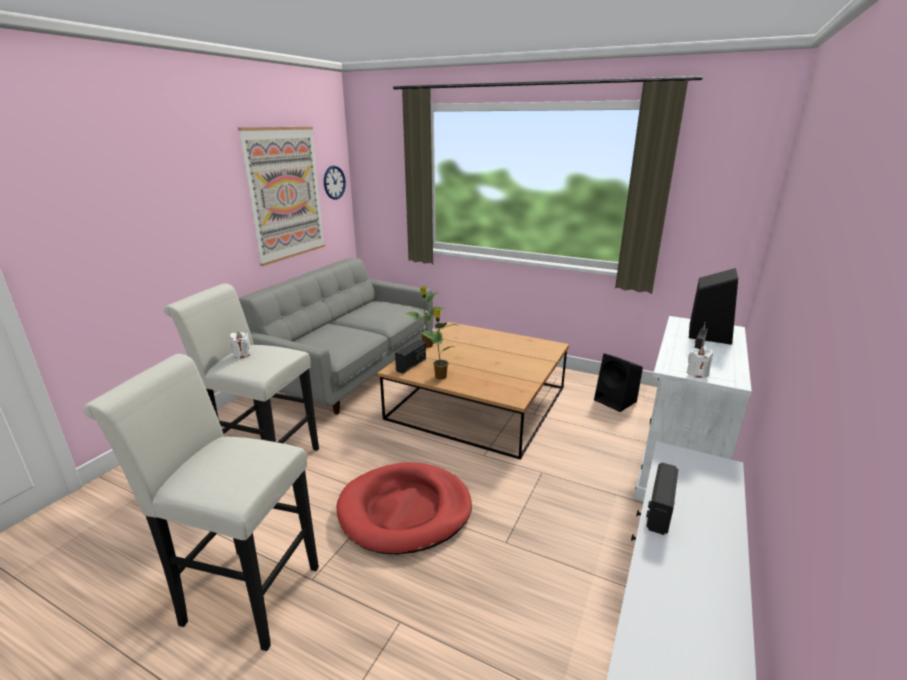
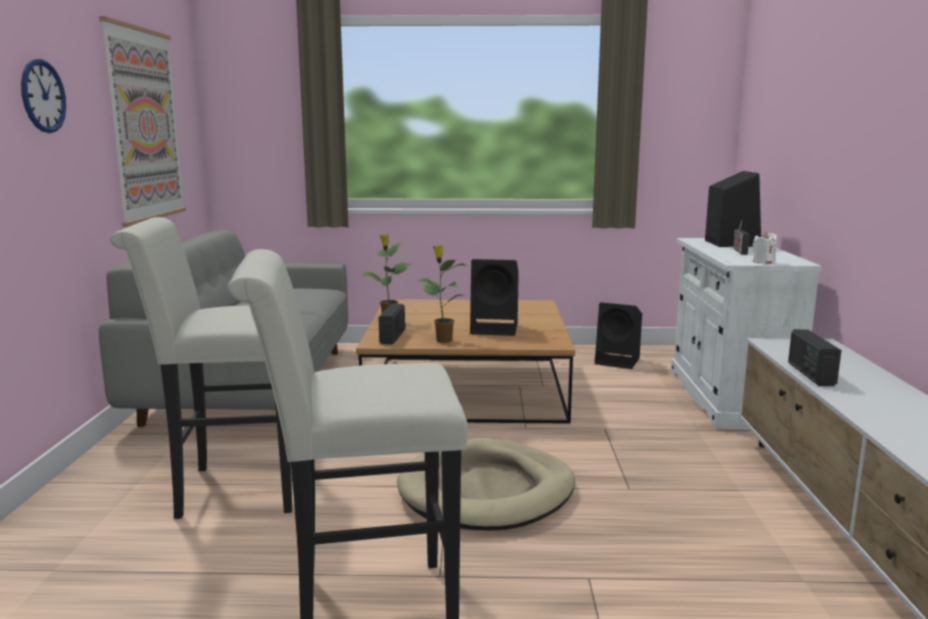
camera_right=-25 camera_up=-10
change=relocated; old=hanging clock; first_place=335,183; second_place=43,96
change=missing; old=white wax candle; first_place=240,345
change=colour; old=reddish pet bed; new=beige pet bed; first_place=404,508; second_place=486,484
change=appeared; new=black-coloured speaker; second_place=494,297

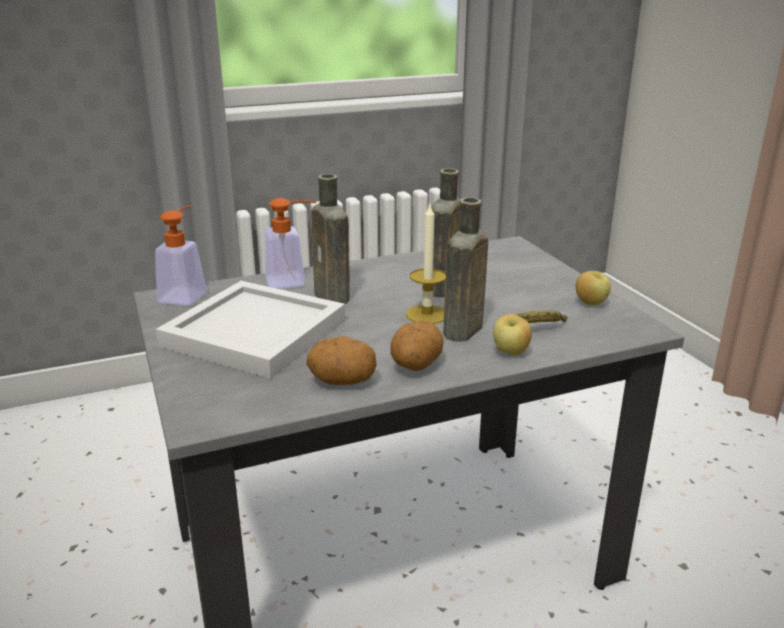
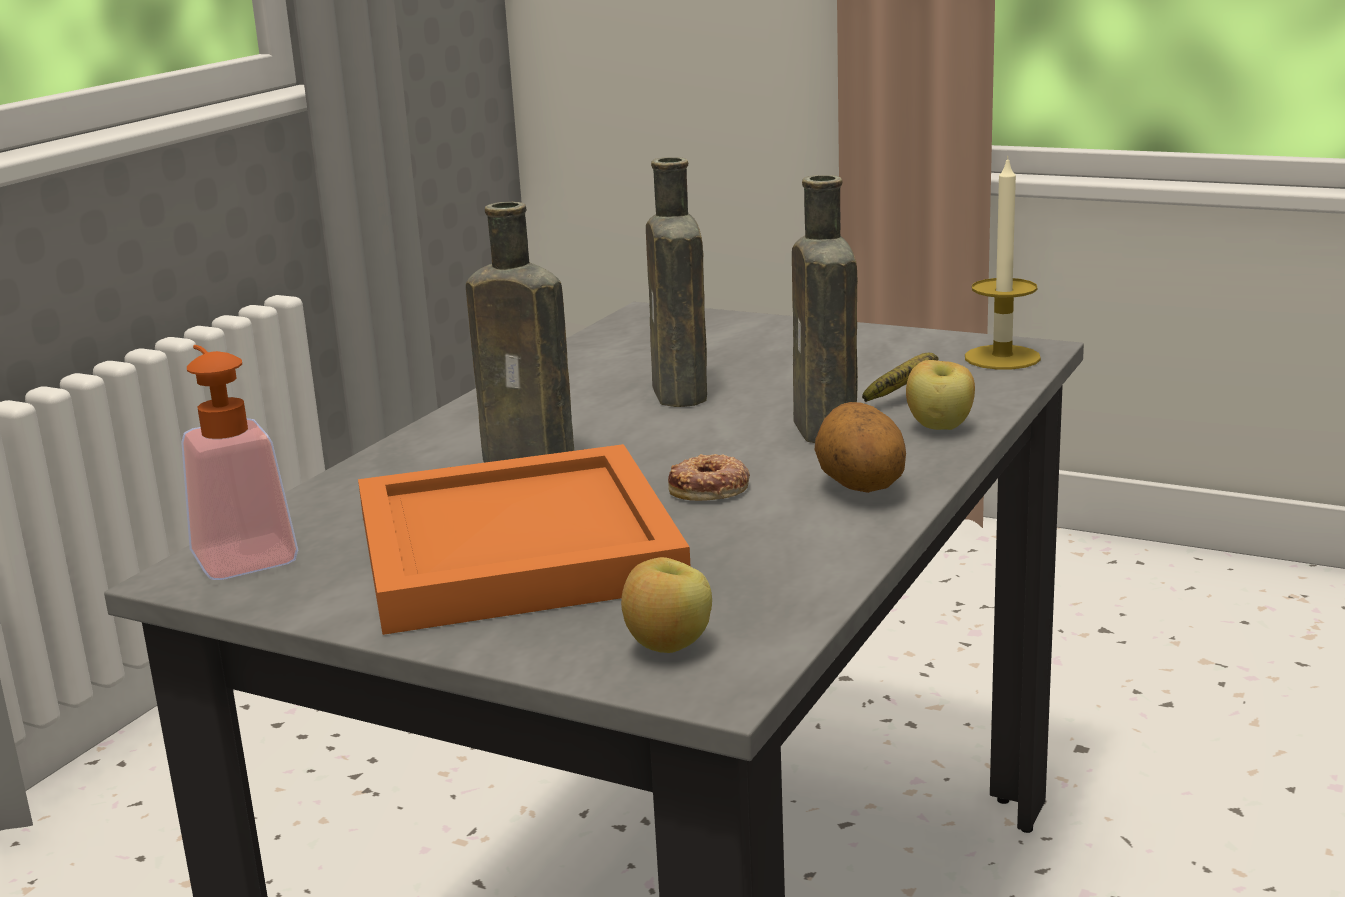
camera_right=-40 camera_up=-5
change=missing; old=soap dispenser; first_place=291,243
change=relocated; old=wax candle; first_place=426,264; second_place=1003,262
change=relocated; old=apple; first_place=593,288; second_place=666,605
change=colour; old=white carrying tray; new=orange carrying tray; first_place=251,330; second_place=524,539
change=missing; old=whole potato; first_place=341,360
change=appeared; new=doughnut; second_place=709,477

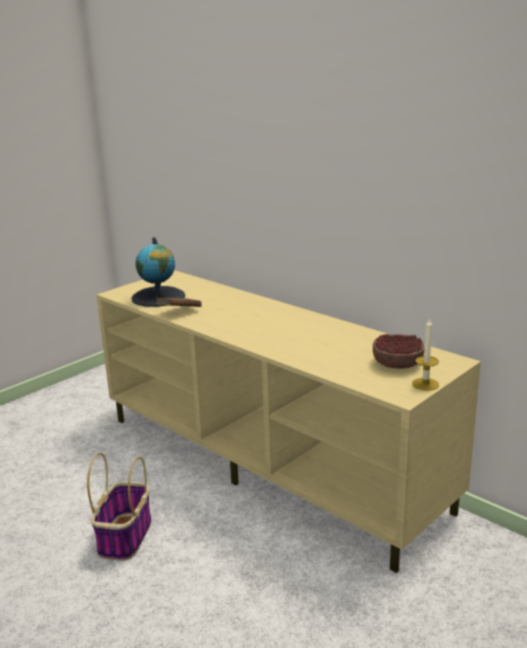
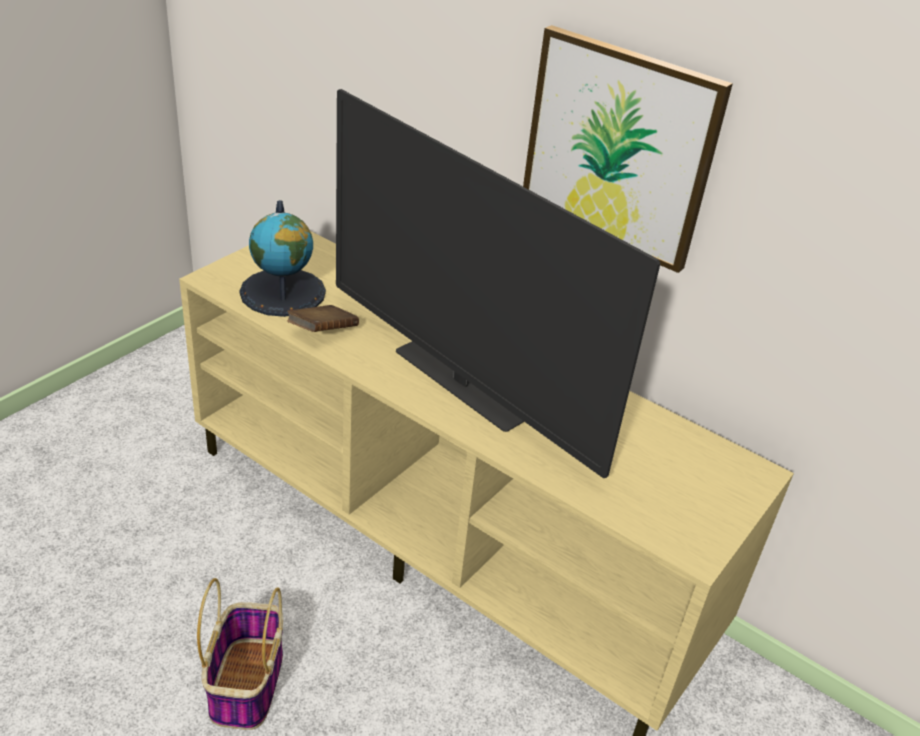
camera_right=-10 camera_up=15
change=missing; old=wax candle; first_place=425,354
change=missing; old=deep dish; first_place=399,351
change=appeared; new=picture; second_place=628,149
change=appeared; new=TV; second_place=498,283

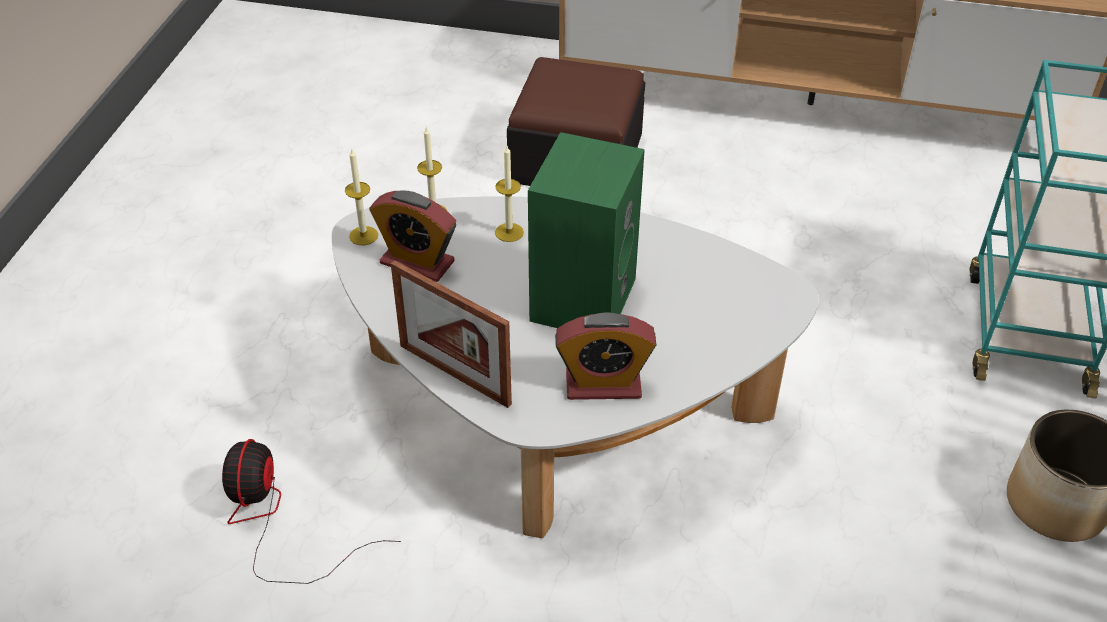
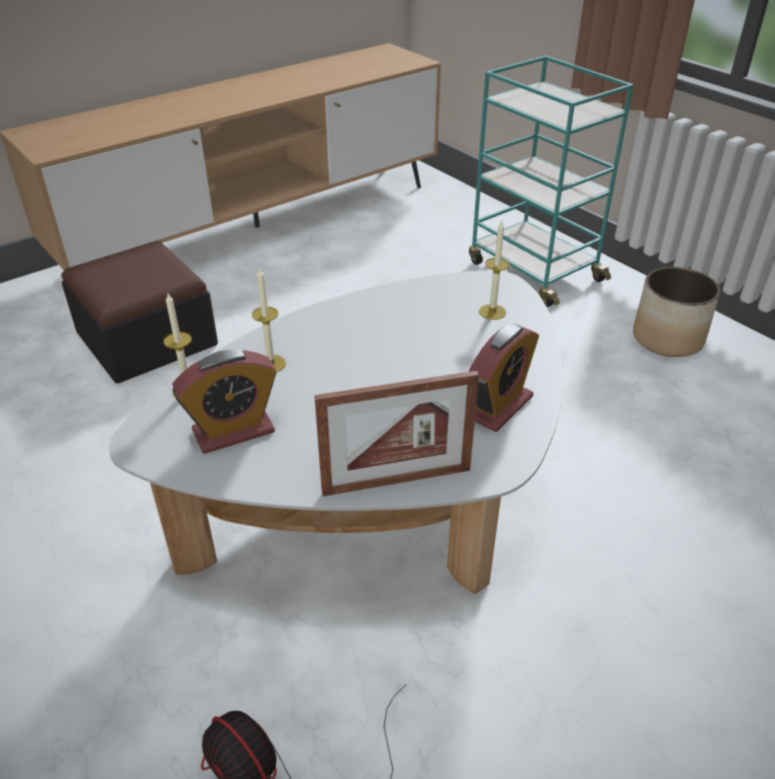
camera_right=-50 camera_up=-5
change=missing; old=green-coloured speaker; first_place=586,230
change=relocated; old=wax candle; first_place=361,197; second_place=494,270

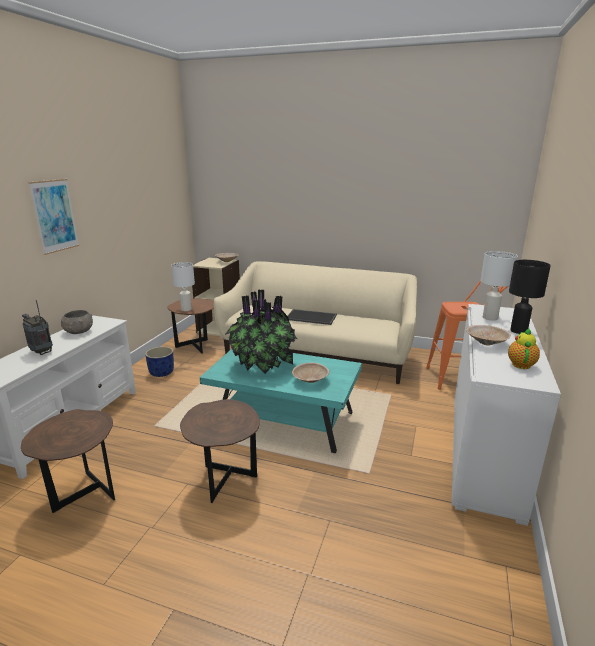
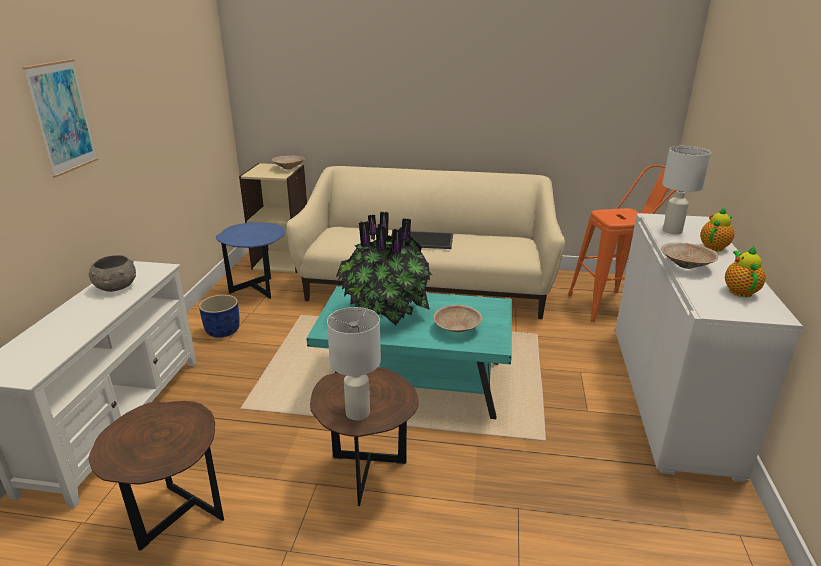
camera_right=-10 camera_up=5
change=exchanged; old=black-coloured table lamp; new=pot for tea; first_place=530,297; second_place=717,229
change=relocated; old=white table lamp; first_place=183,286; second_place=354,364
change=colour; old=brownish side table; new=bluish side table; first_place=190,326; second_place=250,261
change=missing; old=radio set; first_place=37,327

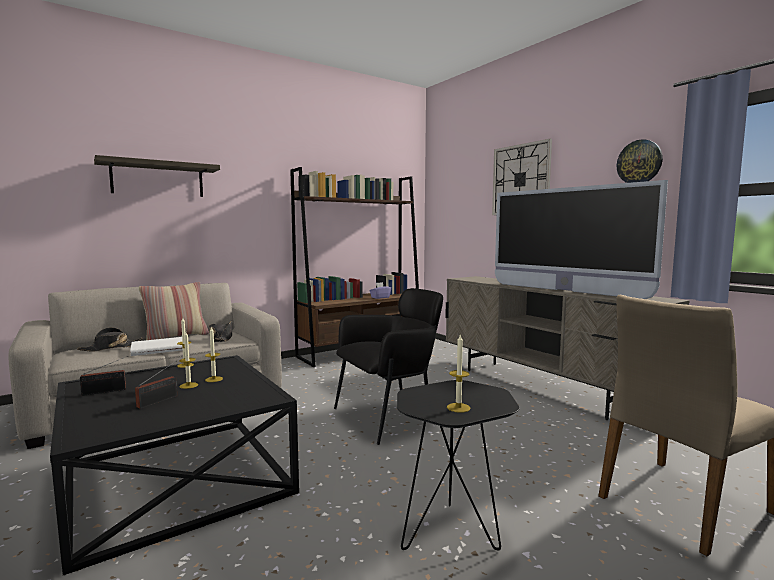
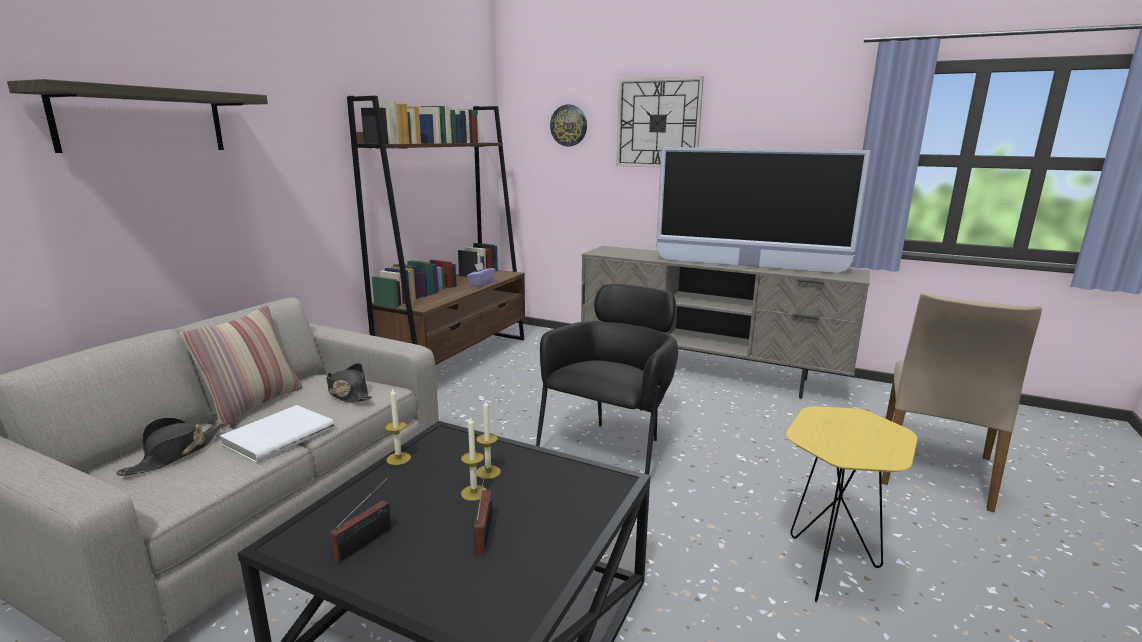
camera_right=-30 camera_up=10
change=relocated; old=hanging clock; first_place=640,161; second_place=568,125
change=missing; old=wax candle; first_place=458,374
change=colour; old=black-coloured side table; new=yellow side table; first_place=458,465; second_place=852,504

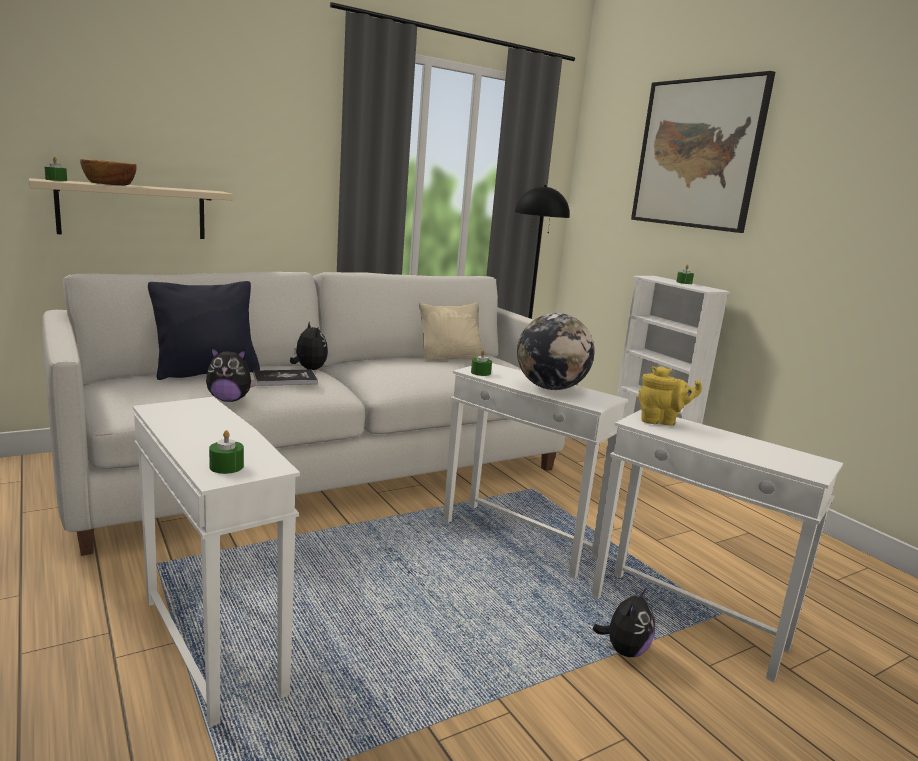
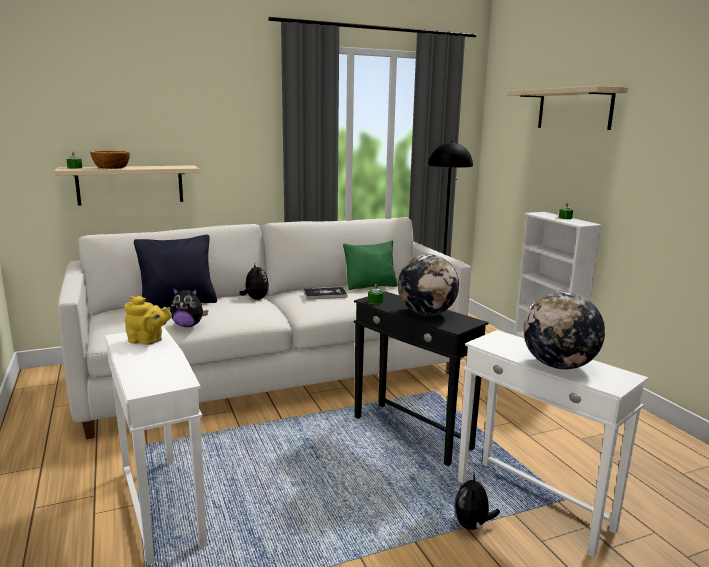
camera_right=10 camera_up=0
change=exchanged; old=picture; new=beige shelf; first_place=703,152; second_place=567,108
change=colour; old=beige cushion; new=green-coloured cushion; first_place=450,332; second_place=370,265
change=colour; old=white side table; new=black-coloured side table; first_place=536,471; second_place=421,378
change=relocated; old=yellow pot for tea; first_place=670,396; second_place=148,320
change=relocated; old=book; first_place=285,378; second_place=325,293
change=missing; old=green-coloured wax candle; first_place=226,452
change=spun; old=plush toy; first_place=624,622; second_place=477,501; degrees=150
change=appeared; new=globe; second_place=564,330

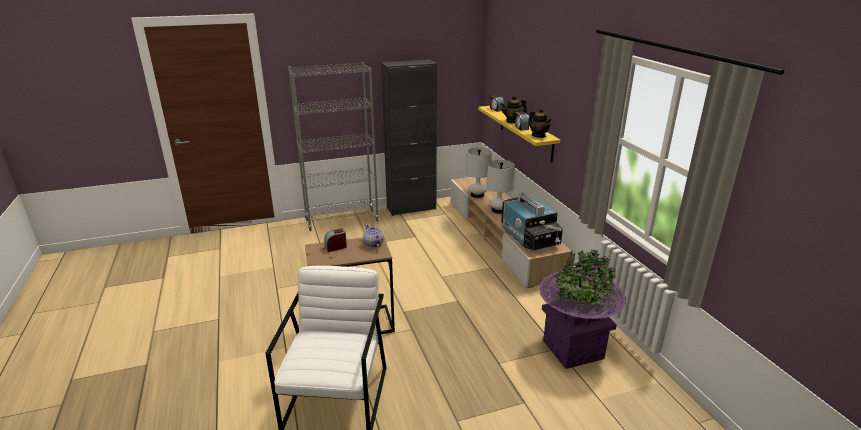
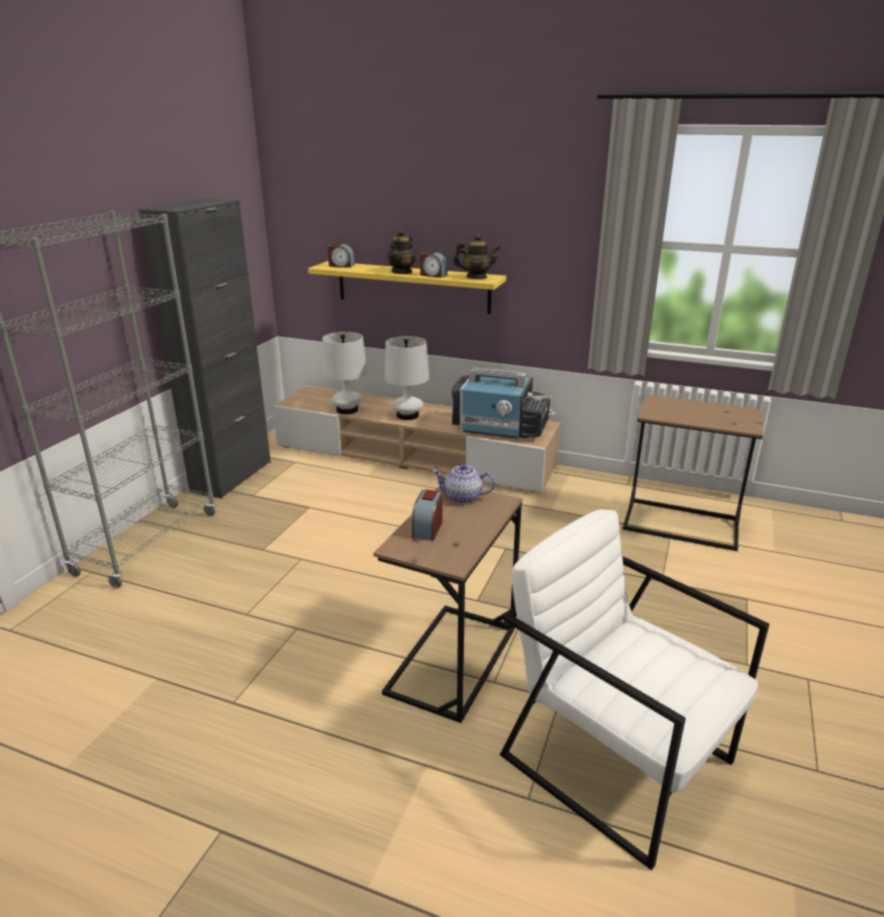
camera_right=-50 camera_up=0
change=exchanged; old=purple-coloured flower pot; new=brownish side table; first_place=582,309; second_place=693,473

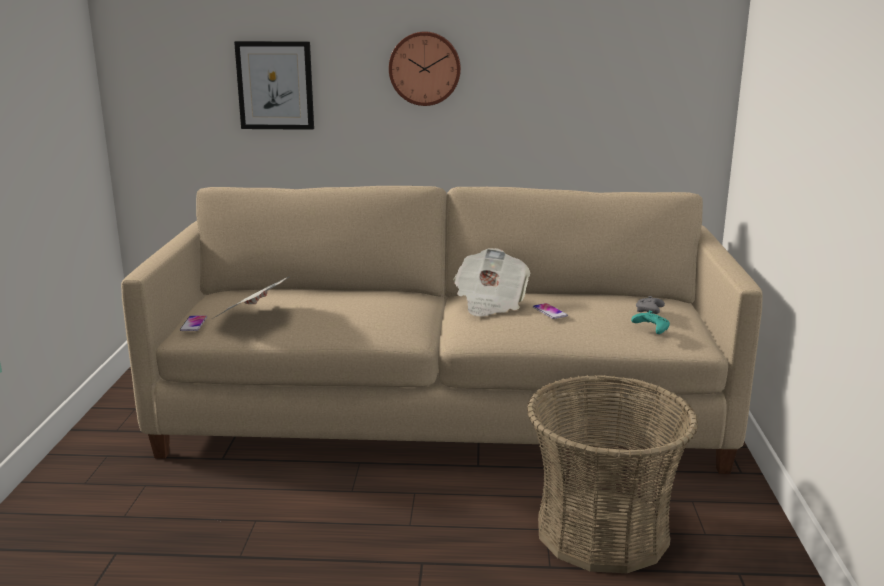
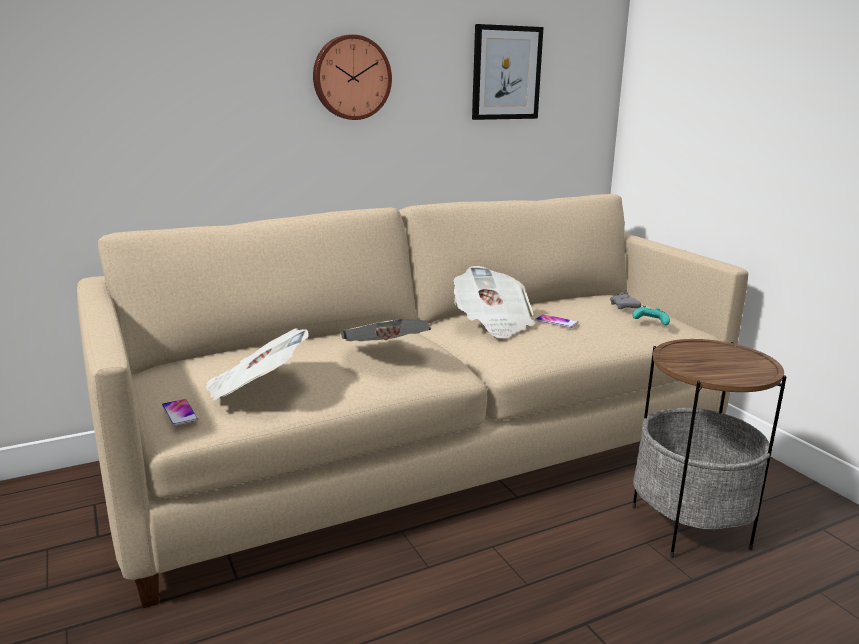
camera_right=-30 camera_up=0
change=relocated; old=picture; first_place=274,85; second_place=508,72
change=exchanged; old=household basket; new=side table; first_place=612,474; second_place=709,448
change=appeared; new=daily paper; second_place=385,330

